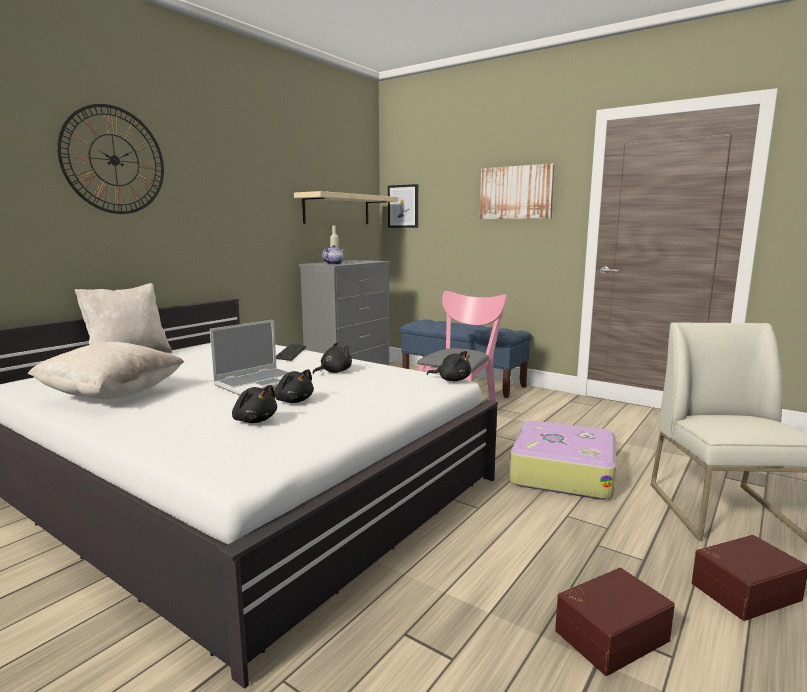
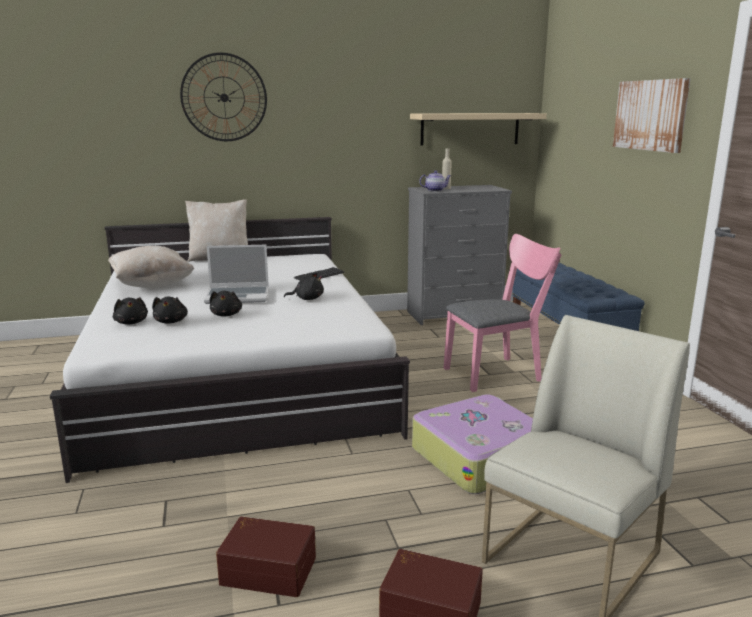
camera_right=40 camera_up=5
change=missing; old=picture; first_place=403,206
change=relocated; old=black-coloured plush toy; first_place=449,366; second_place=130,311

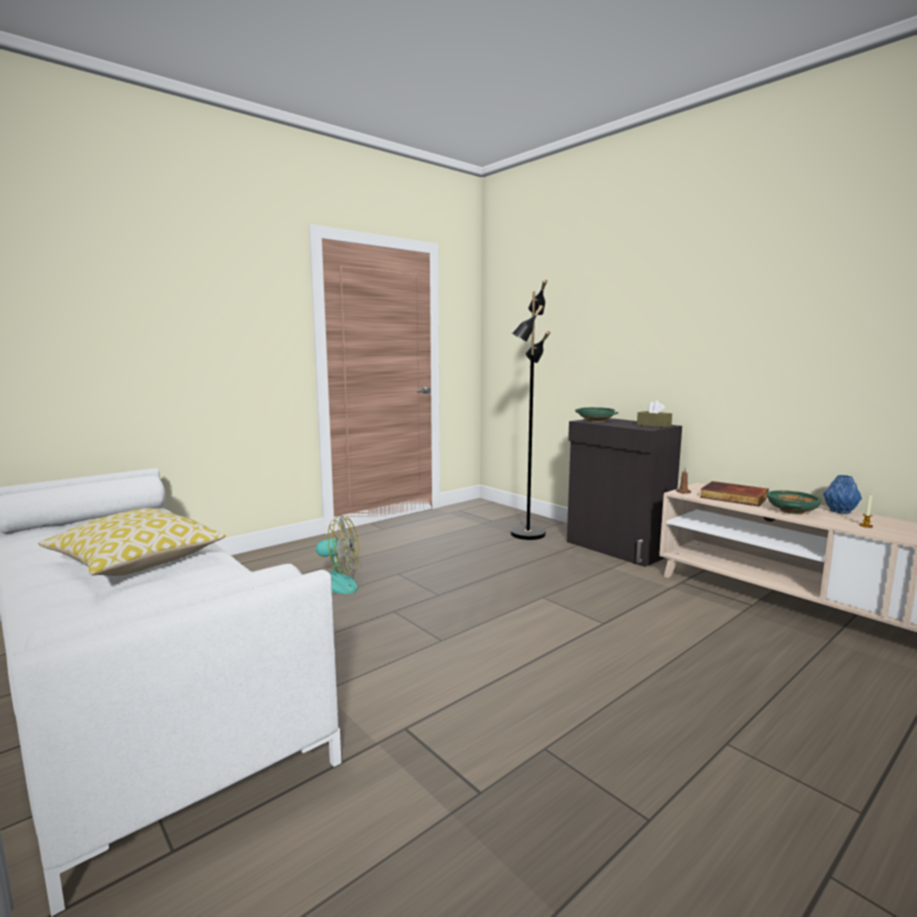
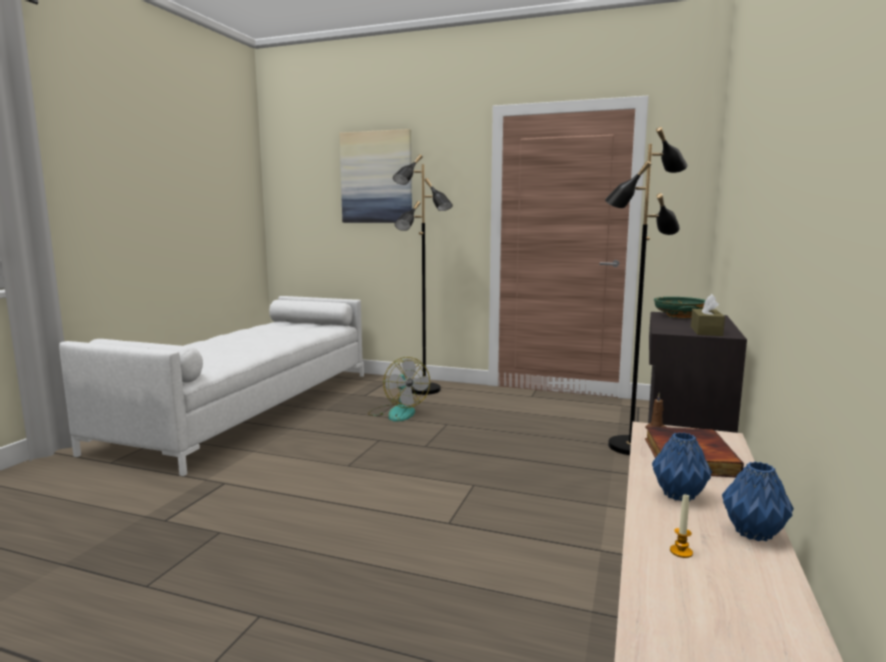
camera_right=60 camera_up=0
change=exchanged; old=green-coloured deep dish; new=bluish vase; first_place=794,502; second_place=682,466
change=missing; old=cushion; first_place=132,542
change=appeared; new=picture; second_place=375,176
change=appeared; new=black-coloured floor lamp; second_place=423,274

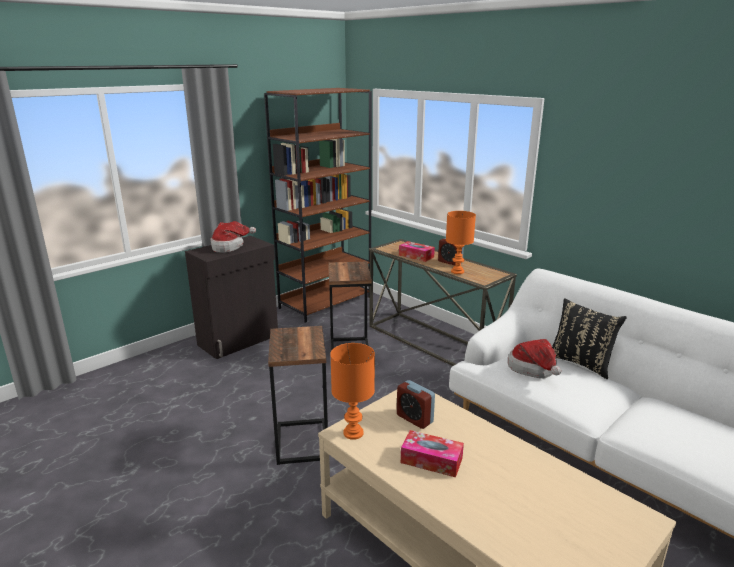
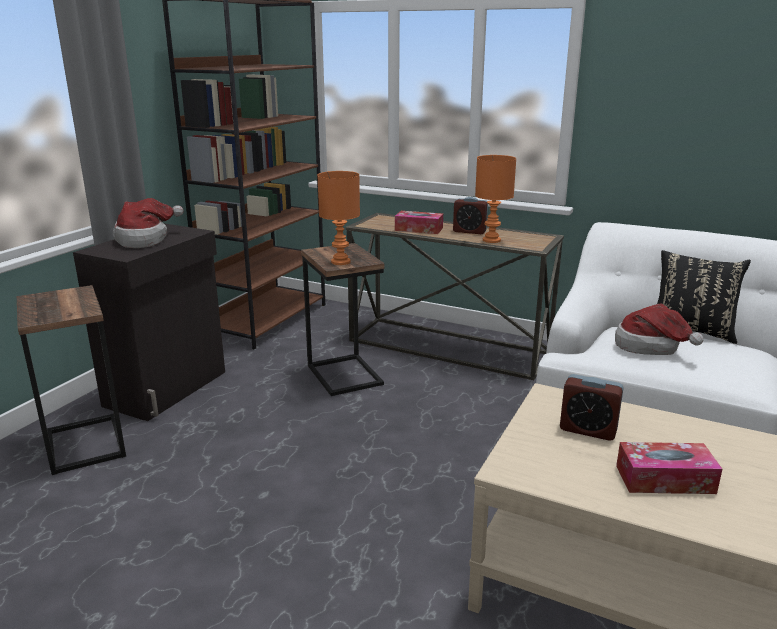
camera_right=-20 camera_up=0
change=relocated; old=side table; first_place=298,395; second_place=71,380
change=relocated; old=orange table lamp; first_place=352,391; second_place=338,218

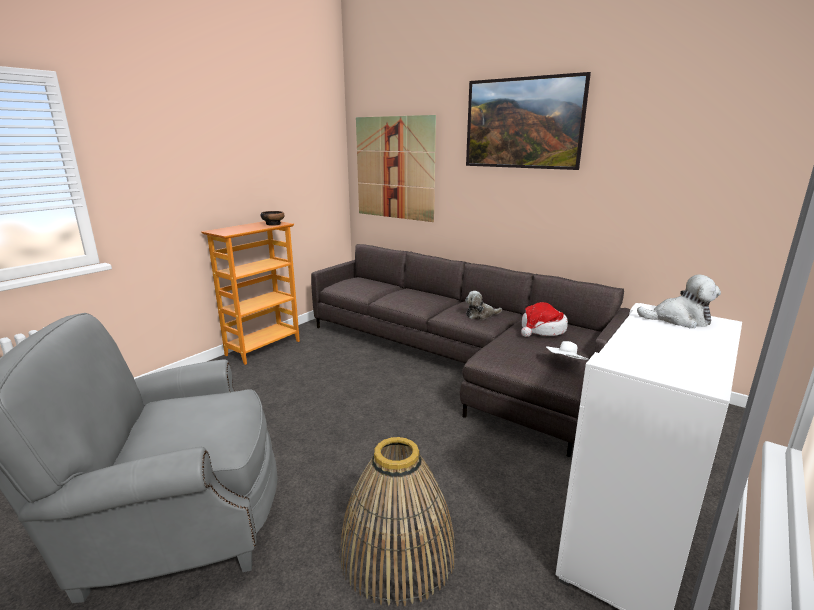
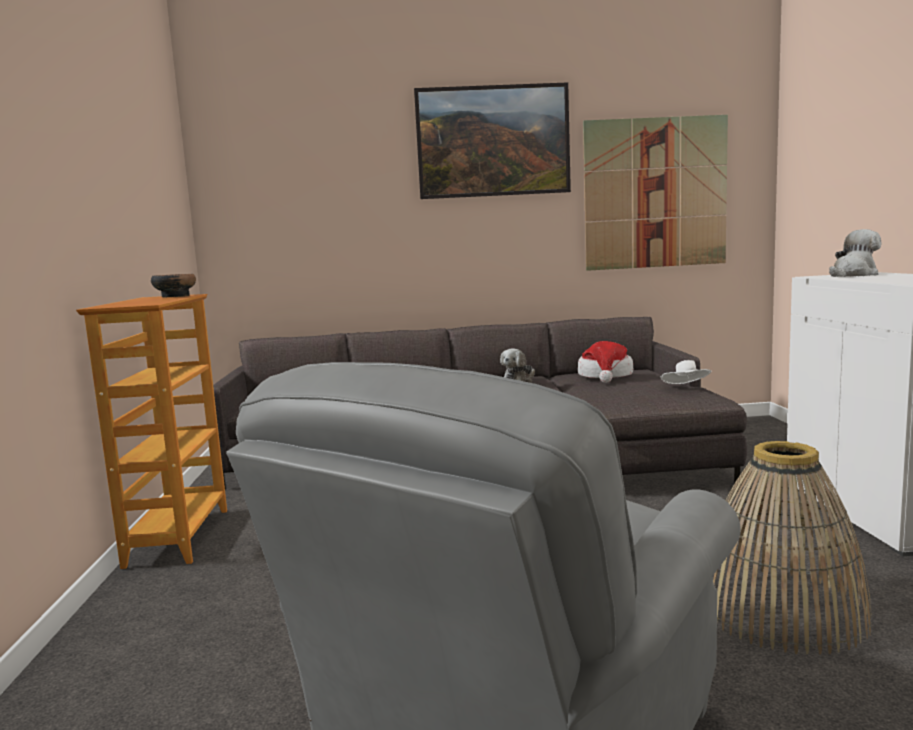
camera_right=-40 camera_up=-10
change=relocated; old=picture; first_place=396,168; second_place=655,193

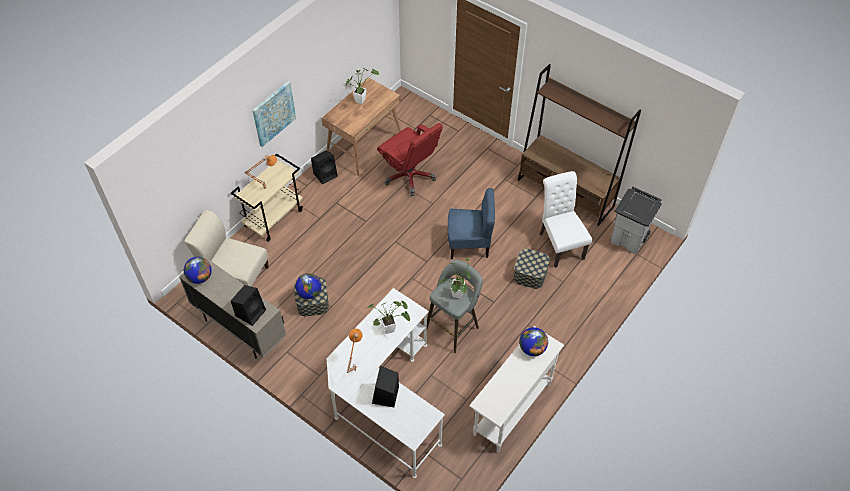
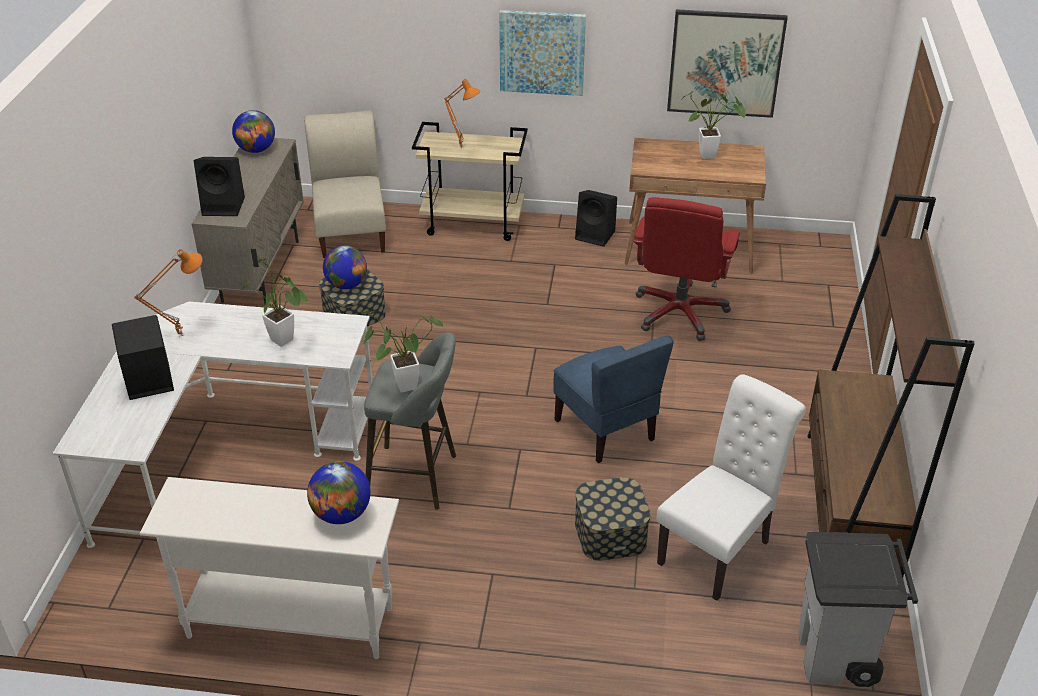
camera_right=60 camera_up=-15
change=appeared; new=picture; second_place=727,63

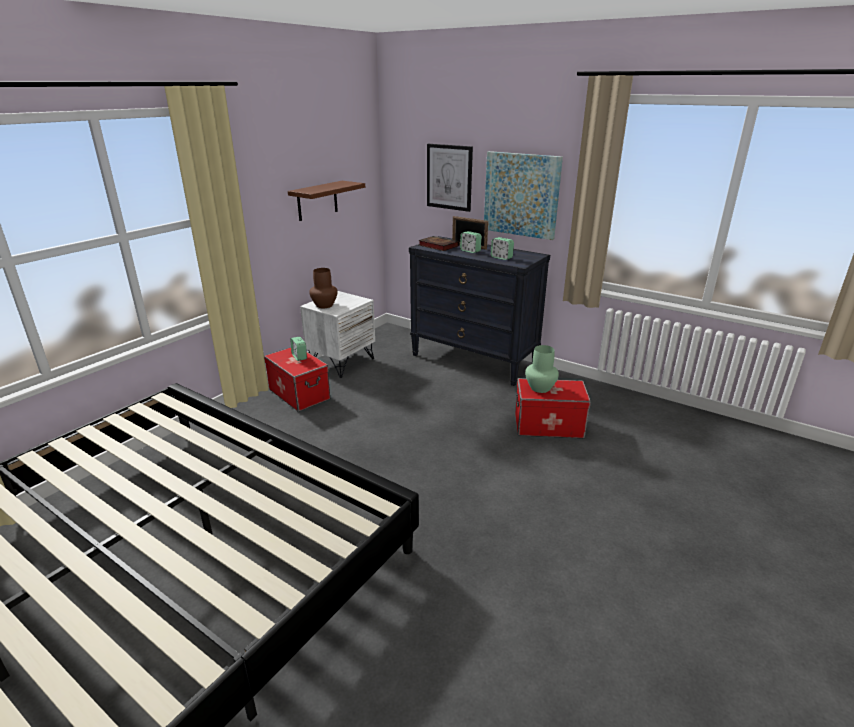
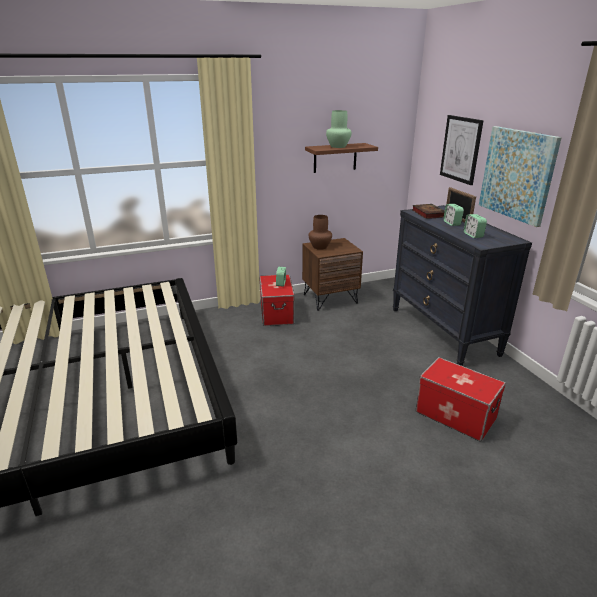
camera_right=35 camera_up=0
change=colour; old=white night table; new=brownish night table; first_place=337,334; second_place=332,274
change=relocated; old=green-coloured vase; first_place=542,369; second_place=339,129

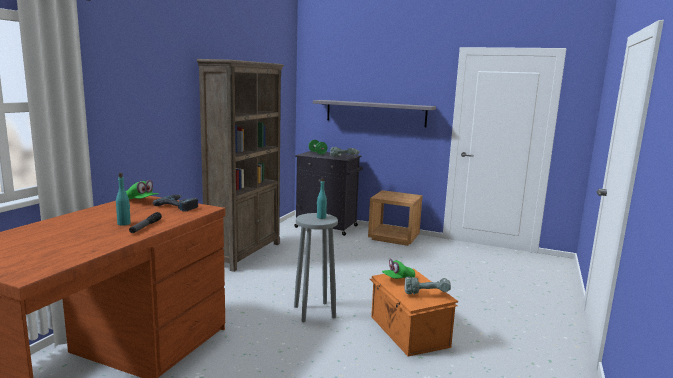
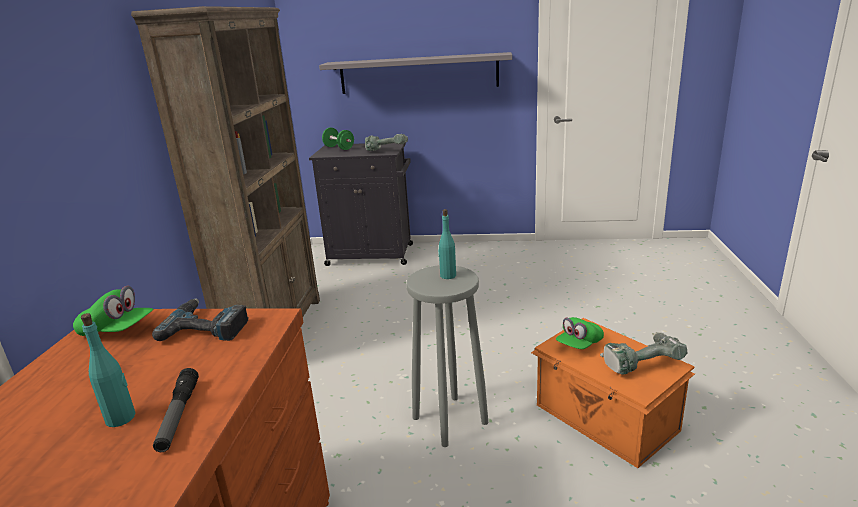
camera_right=-15 camera_up=10
change=missing; old=brownish night table; first_place=395,218

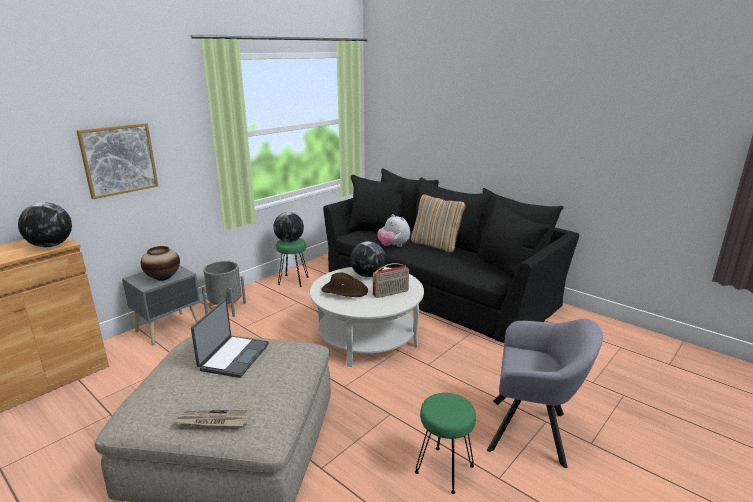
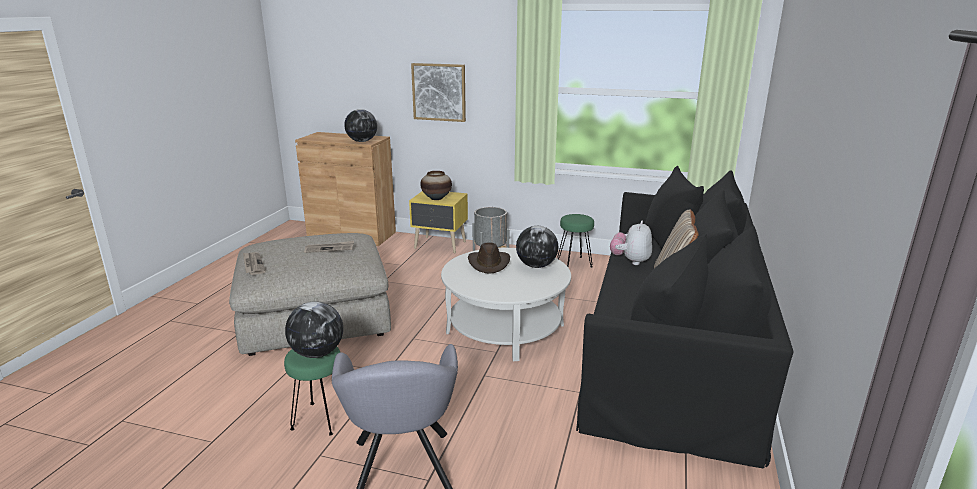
camera_right=65 camera_up=0
change=relocated; old=globe; first_place=288,227; second_place=314,329
change=missing; old=radio set; first_place=391,280
change=colour; old=grey night table; new=yellow night table; first_place=161,305; second_place=438,222
change=exchanged; old=portable computer; new=daily paper; first_place=230,338; second_place=329,247

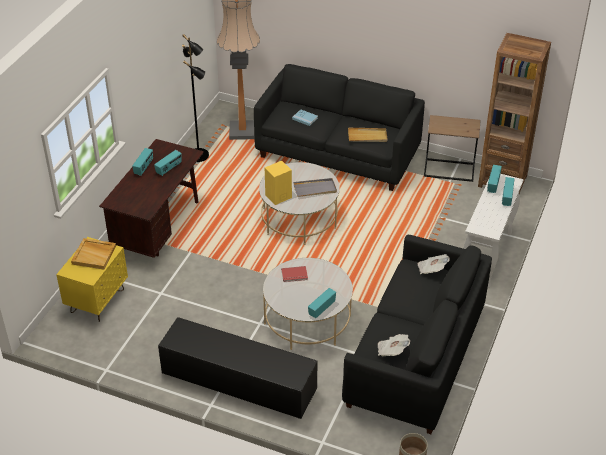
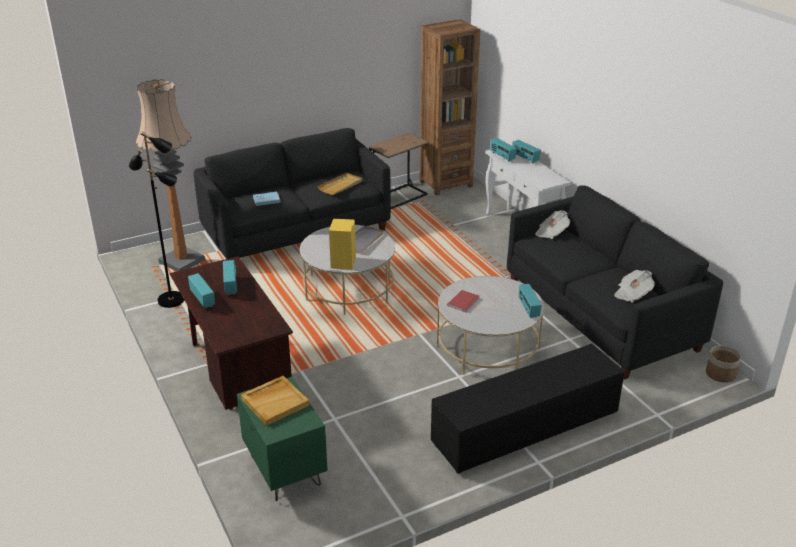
camera_right=-50 camera_up=-10
change=colour; old=yellow night table; new=green-coloured night table; first_place=92,279; second_place=282,439

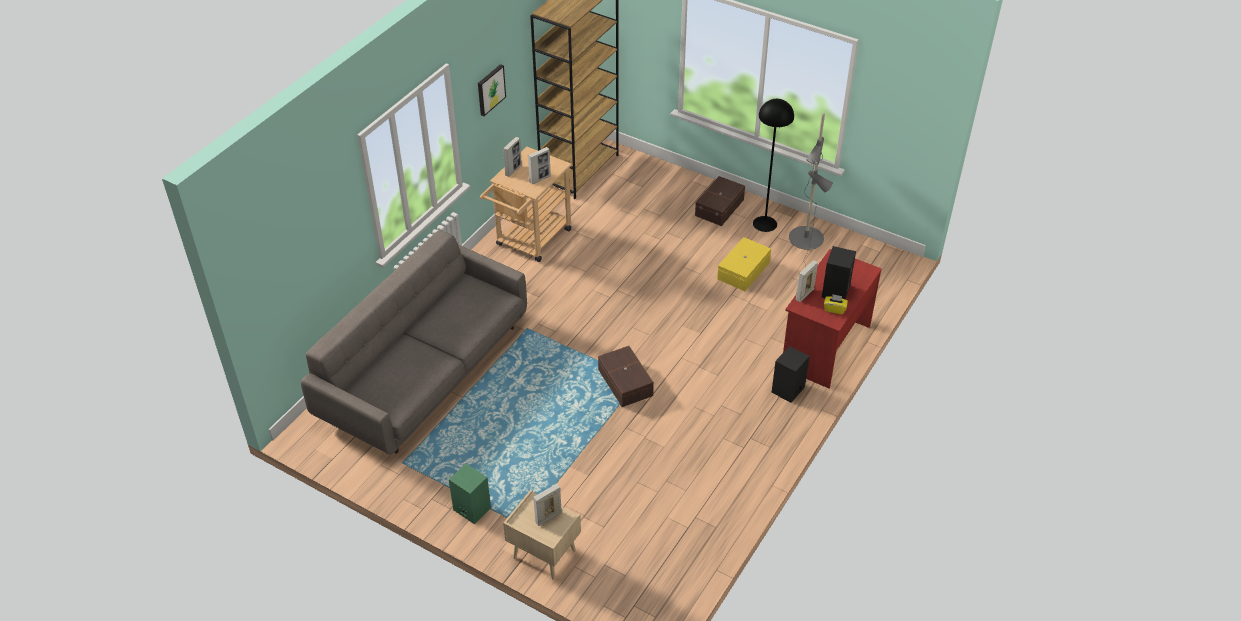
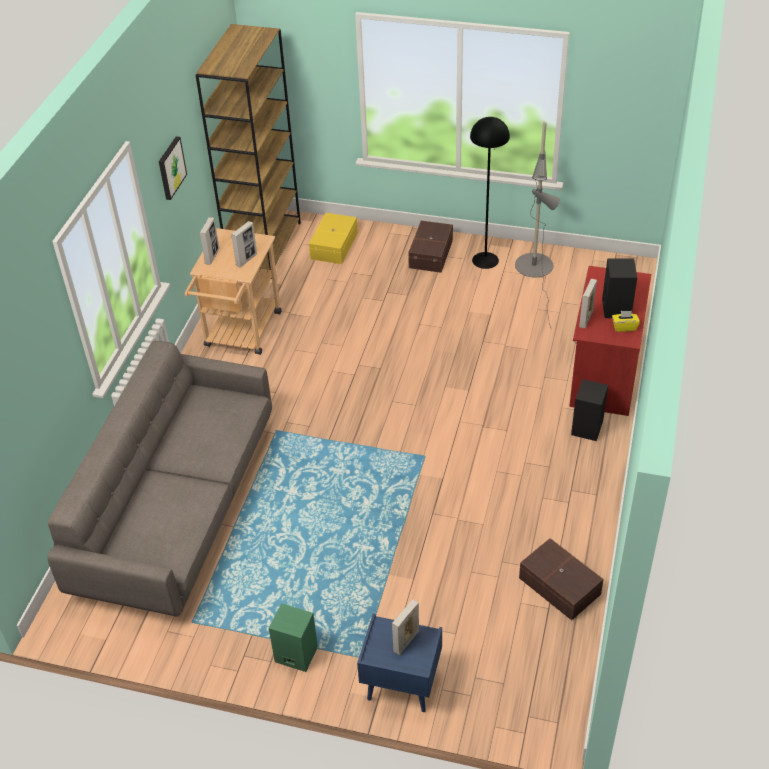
camera_right=-15 camera_up=0
change=relocated; old=yellow storage bin; first_place=744,264; second_place=333,238
change=relocated; old=brownish storage bin; first_place=626,376; second_place=561,579
change=colour; old=beige night table; new=bluish night table; first_place=542,534; second_place=399,662

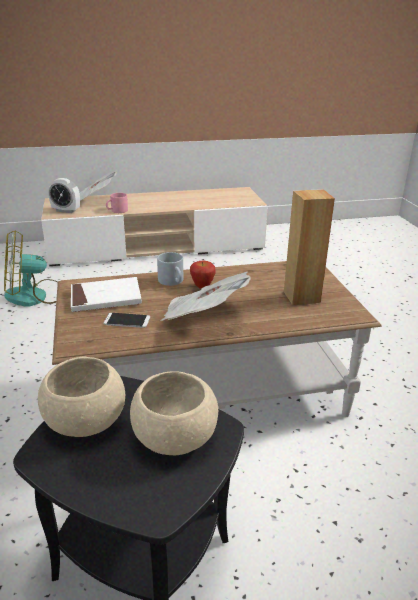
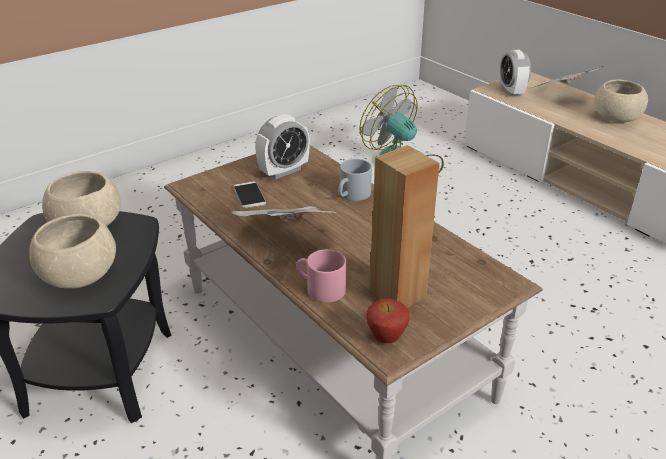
camera_right=65 camera_up=5
change=relocated; old=pinkish mug; first_place=117,203; second_place=321,276
change=relocated; old=apple; first_place=203,275; second_place=388,320
change=exchanged; old=white book; new=alarm clock; first_place=106,294; second_place=282,146
change=appeared; new=beige deep dish; second_place=621,101

